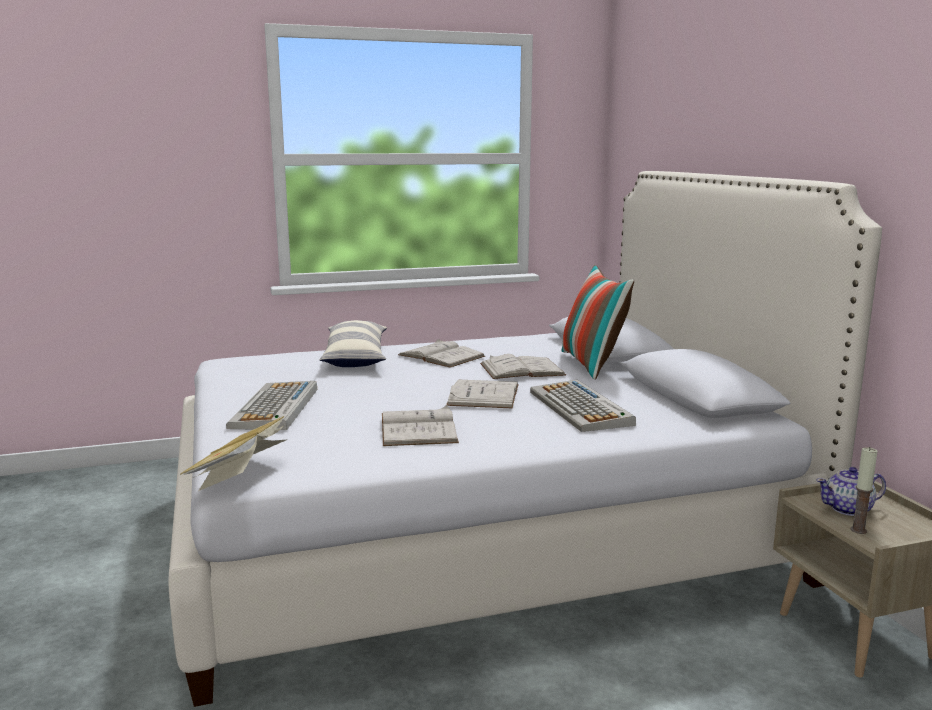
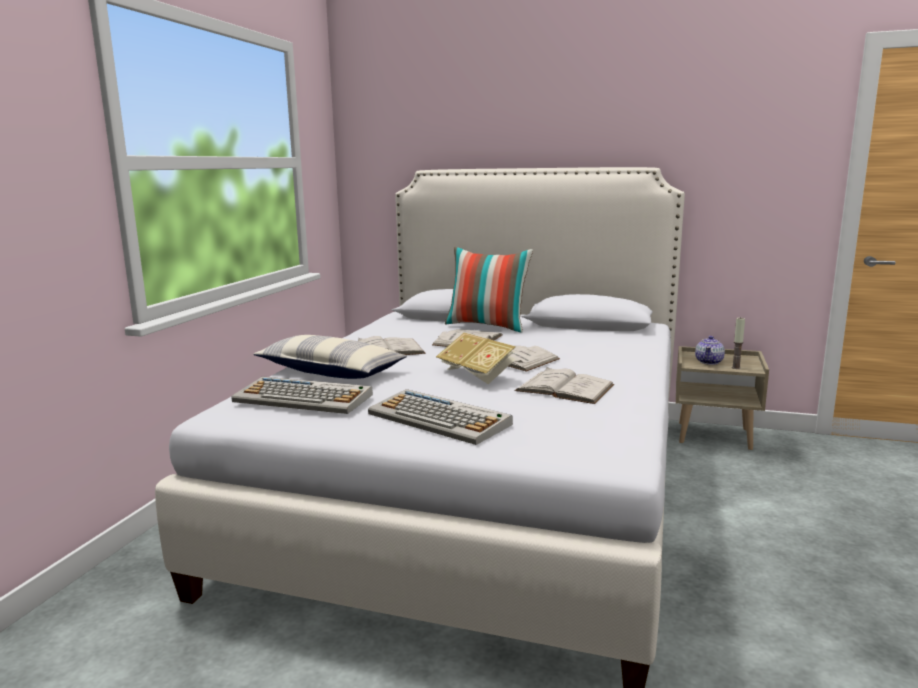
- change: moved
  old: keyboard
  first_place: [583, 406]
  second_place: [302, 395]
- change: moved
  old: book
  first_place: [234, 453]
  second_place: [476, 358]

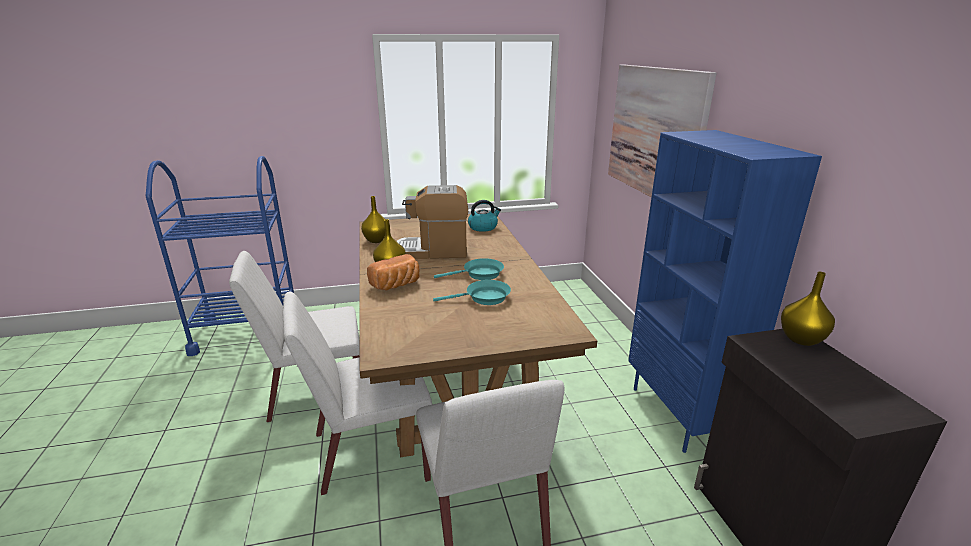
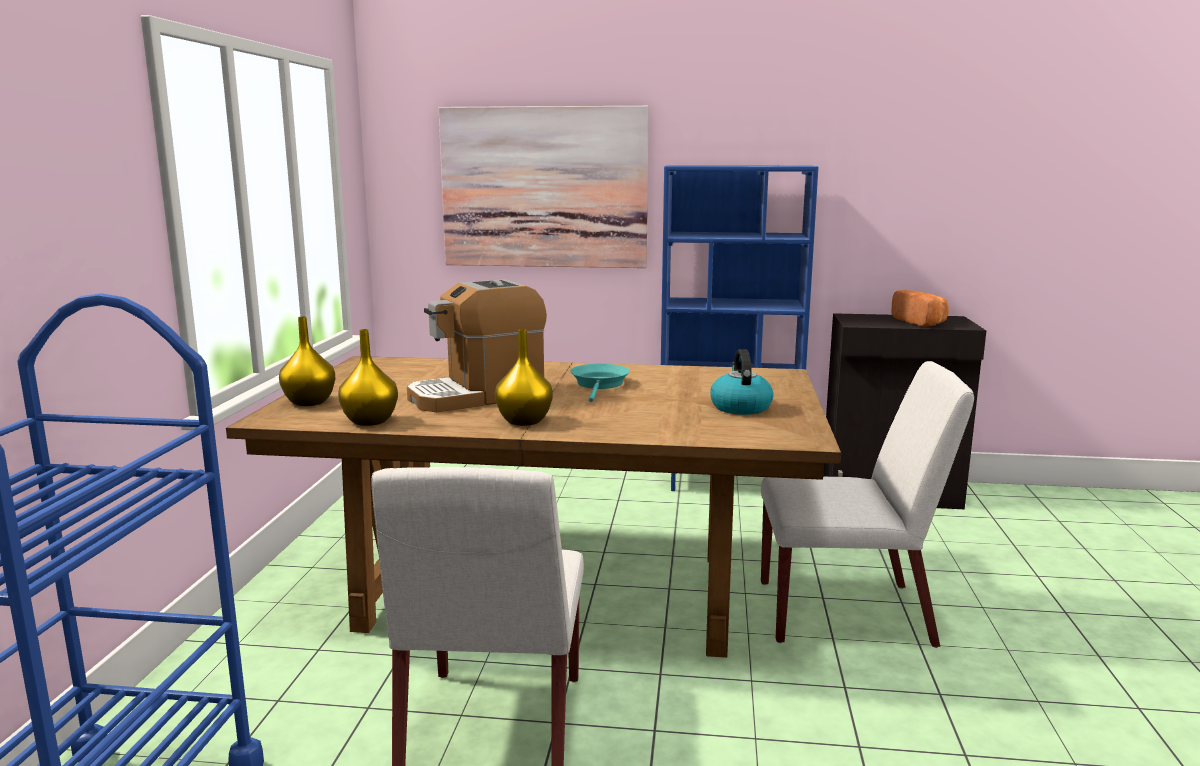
- change: moved
  old: yellow_vase
  first_place: [808, 309]
  second_place: [307, 361]
- change: turned
  old: coffee_machine
  first_place: [432, 222]
  second_place: [477, 345]
  degrees: 45
- change: moved
  old: kettle
  first_place: [484, 216]
  second_place: [742, 382]
- change: moved
  old: bread
  first_place: [393, 272]
  second_place: [920, 308]
- change: removed
  old: white_chair
  first_place: [357, 393]
- change: removed
  old: turquoise_frying_pan
  first_place: [472, 292]

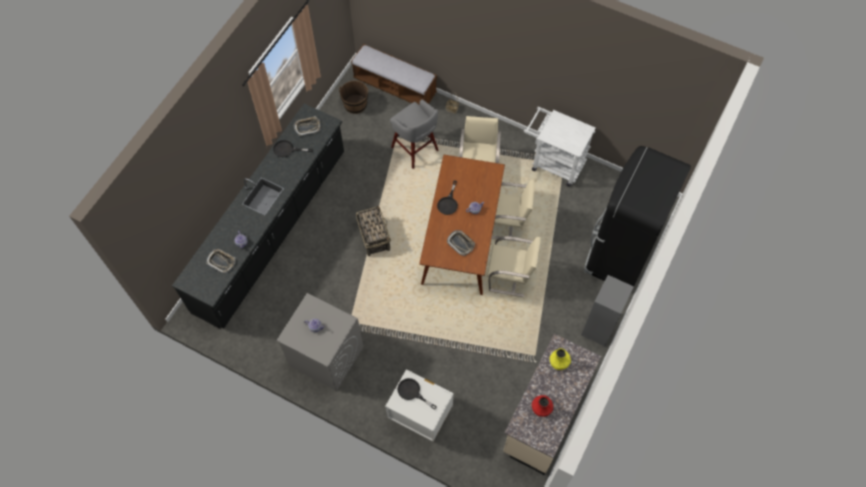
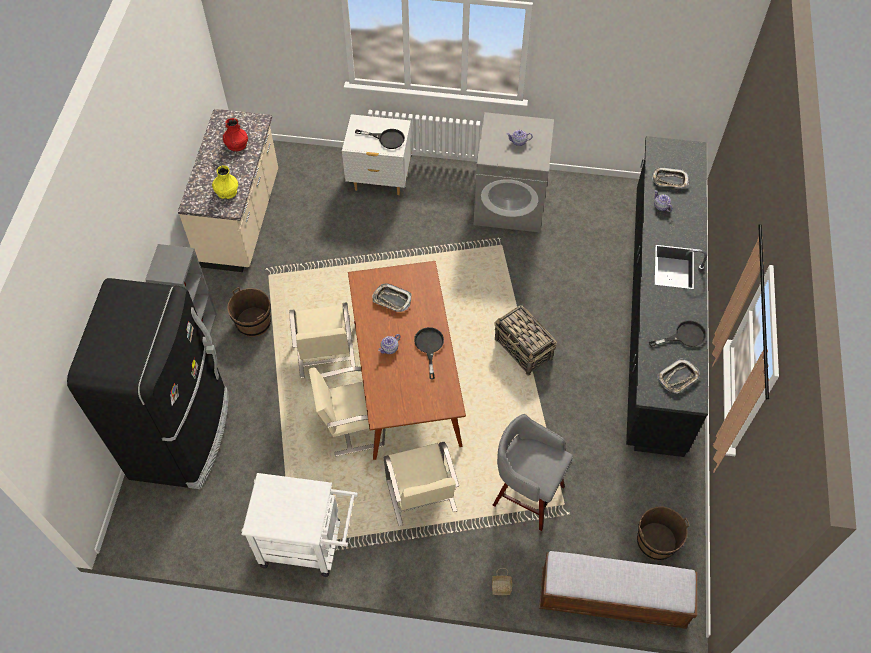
- change: added
  new: brown_bucket
  second_place: [249, 312]
- change: turned
  old: beige_chair
  first_place: [514, 266]
  second_place: [322, 340]
  degrees: -90

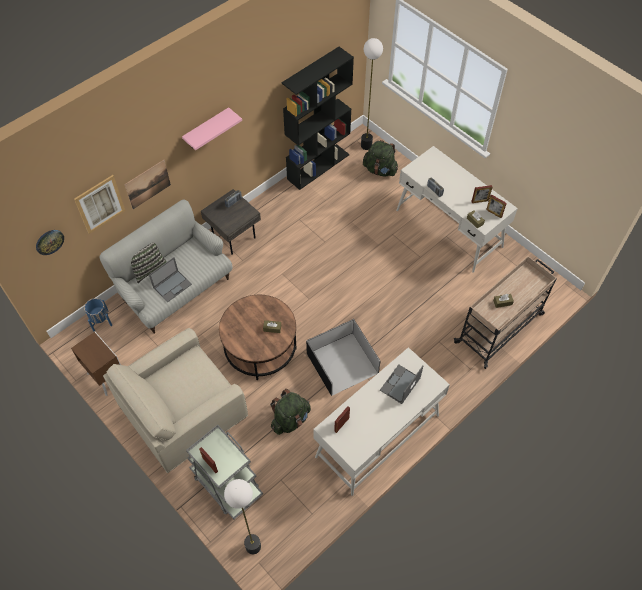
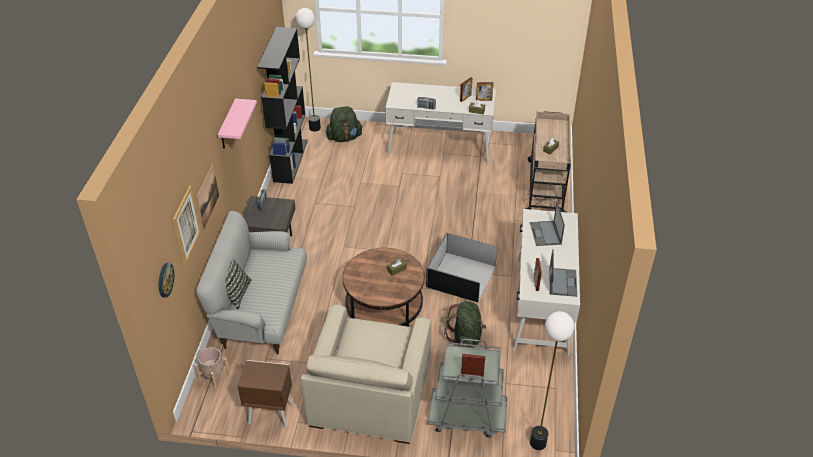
- change: recoloured
  old: blue_planter
  new: beige_planter
  first_place: [98, 314]
  second_place: [212, 368]
- change: moved
  old: laptop
  first_place: [170, 280]
  second_place: [563, 273]

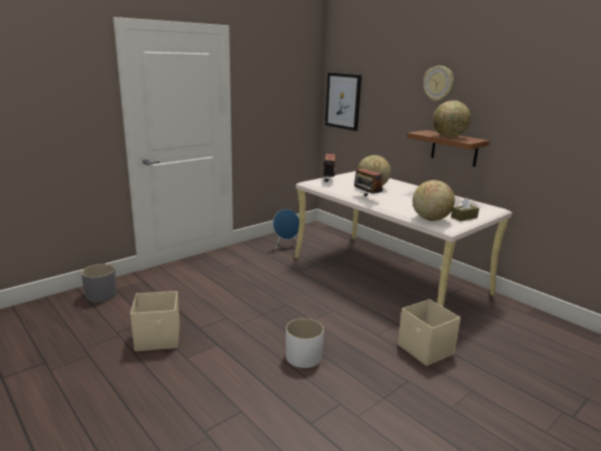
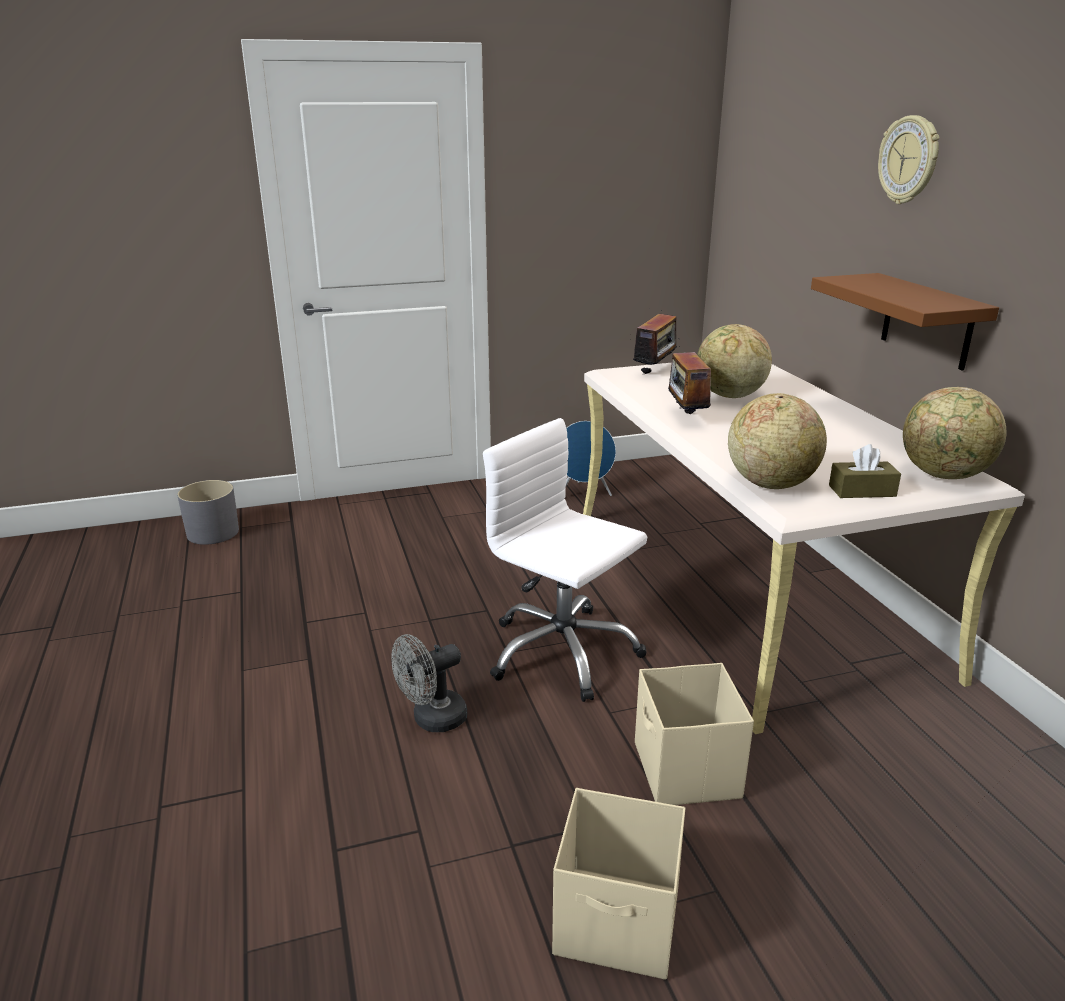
- change: replaced
  old: white_planter
  new: grey_fan
  first_place: [305, 343]
  second_place: [429, 683]
- change: added
  new: white_office_chair
  second_place: [565, 560]
- change: moved
  old: beige_storage_box
  first_place: [155, 321]
  second_place: [618, 884]
- change: moved
  old: globe
  first_place: [452, 118]
  second_place: [954, 433]
- change: removed
  old: picture
  first_place: [343, 102]

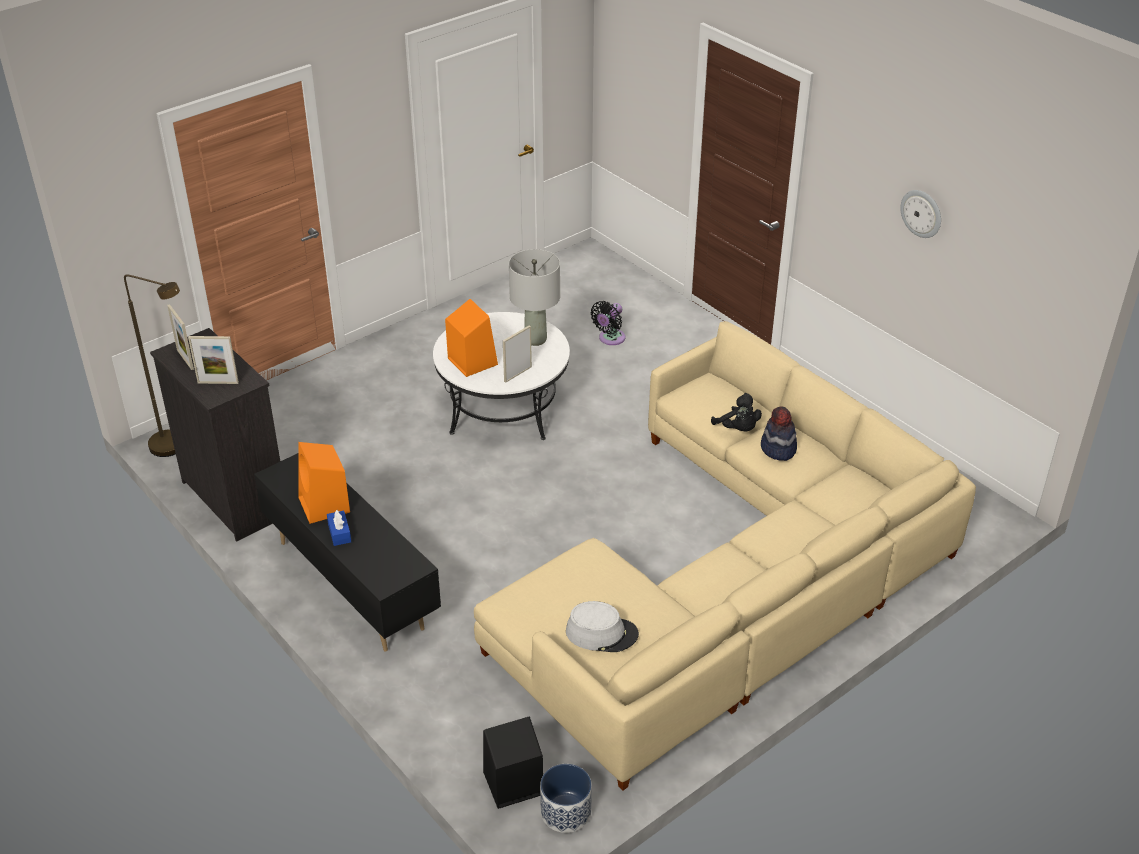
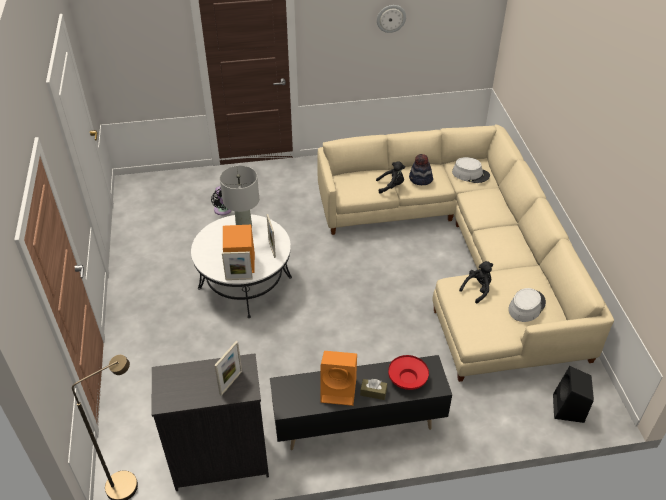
- change: moved
  old: picture_frame
  first_place: [180, 337]
  second_place: [237, 265]
- change: recoloured
  old: blue_tissue_box
  new: brown_tissue_box
  first_place: [339, 528]
  second_place: [373, 389]
- change: added
  new: red_bowl
  second_place: [408, 372]
- change: added
  new: grey_hat
  second_place: [471, 170]
- change: added
  new: black_plush_toy
  second_place: [476, 282]
- change: removed
  old: planter
  first_place: [566, 798]

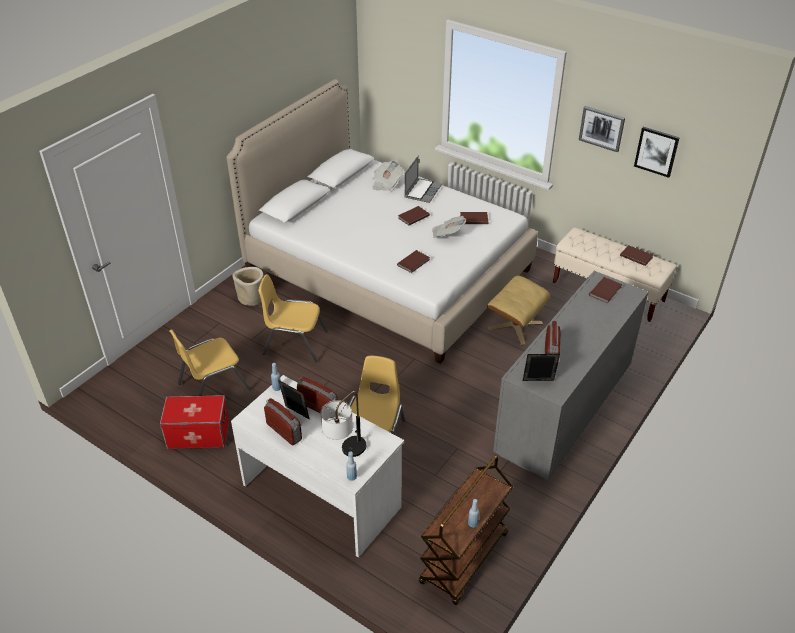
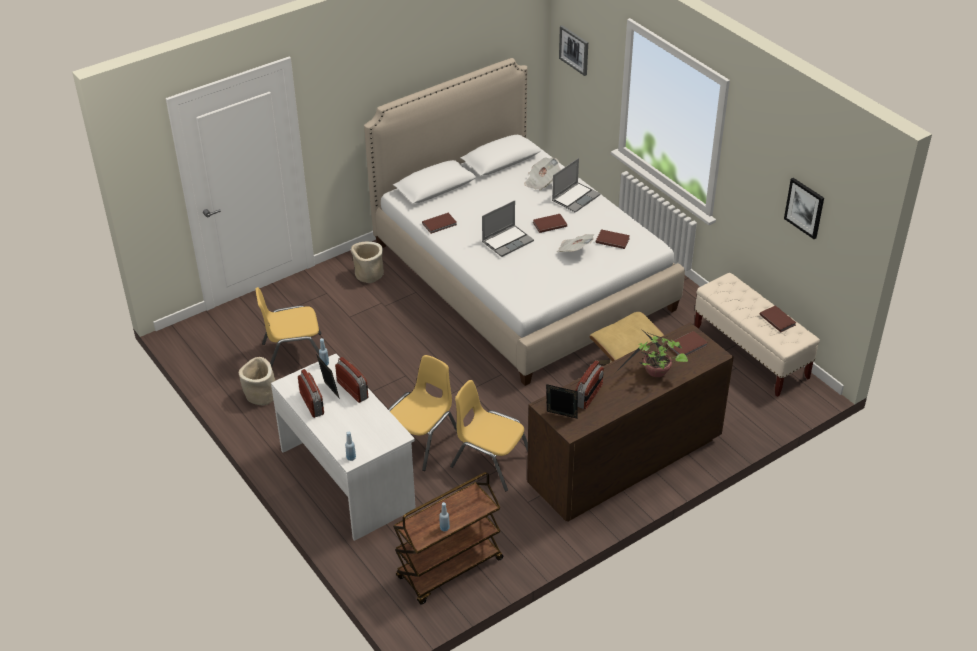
- change: replaced
  old: storage_box
  new: beige_planter
  first_place: [194, 422]
  second_place: [257, 381]
- change: moved
  old: brown_book
  first_place: [413, 261]
  second_place: [439, 223]
- change: moved
  old: yellow_chair
  first_place: [293, 318]
  second_place: [489, 435]
- change: added
  new: laptop
  second_place: [508, 228]
- change: recoloured
  old: grey_dresser
  new: brown_dresser
  first_place: [571, 375]
  second_place: [630, 422]
- change: moved
  old: picture
  first_place: [602, 129]
  second_place: [573, 50]
- change: added
  new: potted_plant
  second_place: [650, 354]
- change: removed
  old: table_lamp
  first_place: [343, 424]

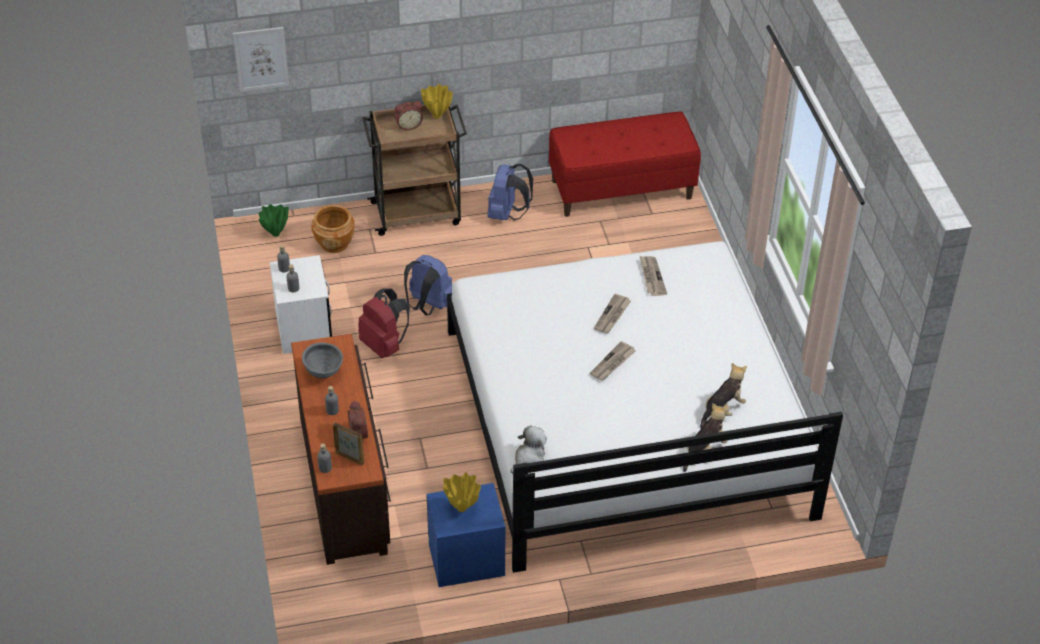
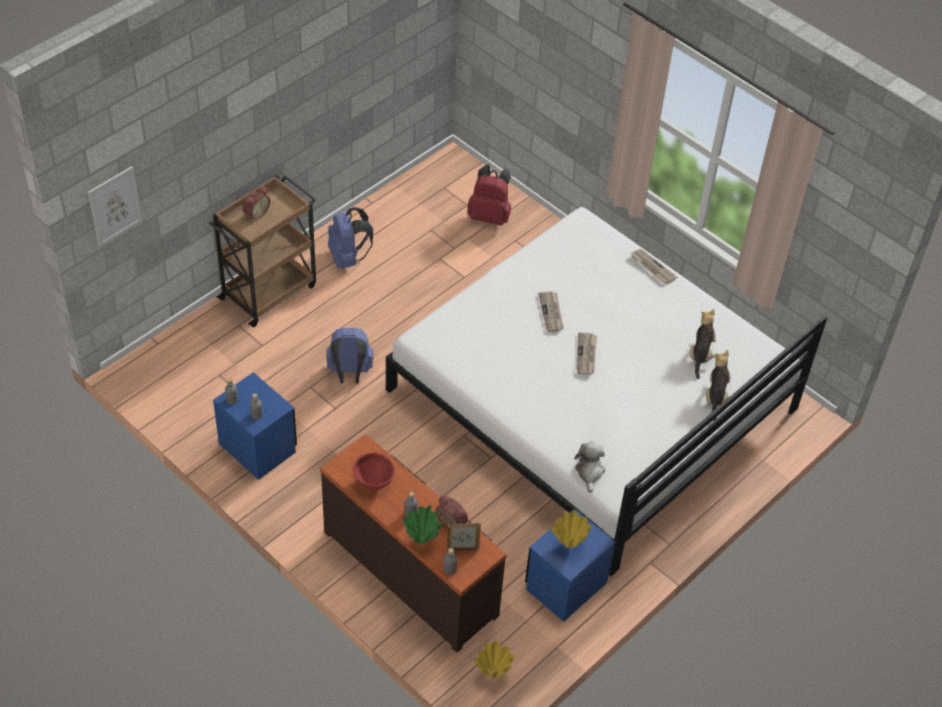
- change: recoloured
  old: white_nightstand
  new: blue_nightstand
  first_place: [301, 304]
  second_place: [255, 426]
- change: recoloured
  old: grey_bowl
  new: red_bowl
  first_place: [322, 360]
  second_place: [374, 471]
- change: moved
  old: green_vase
  first_place: [273, 220]
  second_place: [422, 524]
- change: moved
  old: red_backpack
  first_place: [384, 323]
  second_place: [489, 195]
- change: moved
  old: yellow_vase
  first_place: [437, 101]
  second_place: [494, 659]
- change: moved
  old: newspaper
  first_place: [653, 276]
  second_place: [653, 266]
- change: removed
  old: brown_planter
  first_place: [333, 229]
- change: removed
  old: red_bench
  first_place: [625, 164]

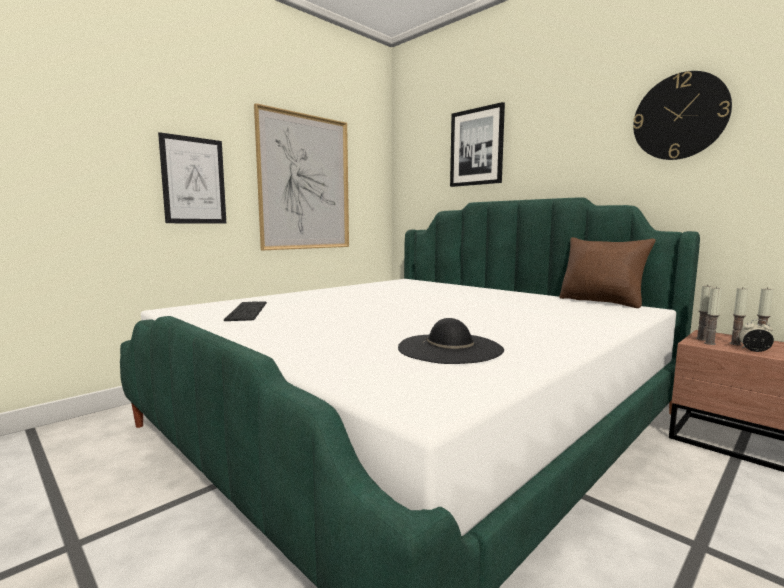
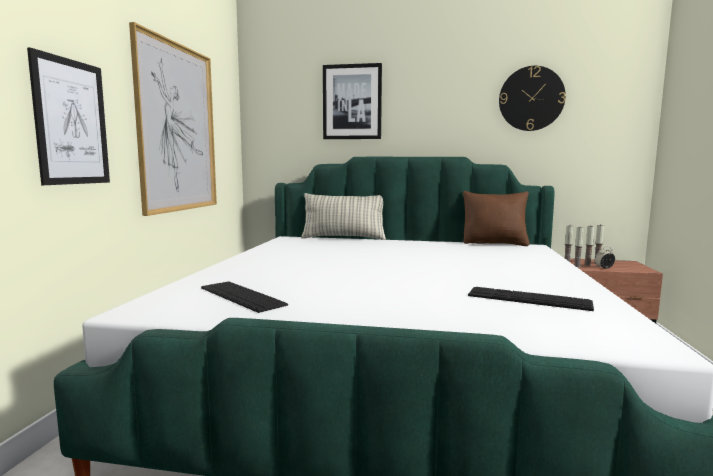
- change: added
  new: pillow
  second_place: [343, 216]
- change: replaced
  old: black_hat
  new: keyboard
  first_place: [451, 341]
  second_place: [531, 299]

